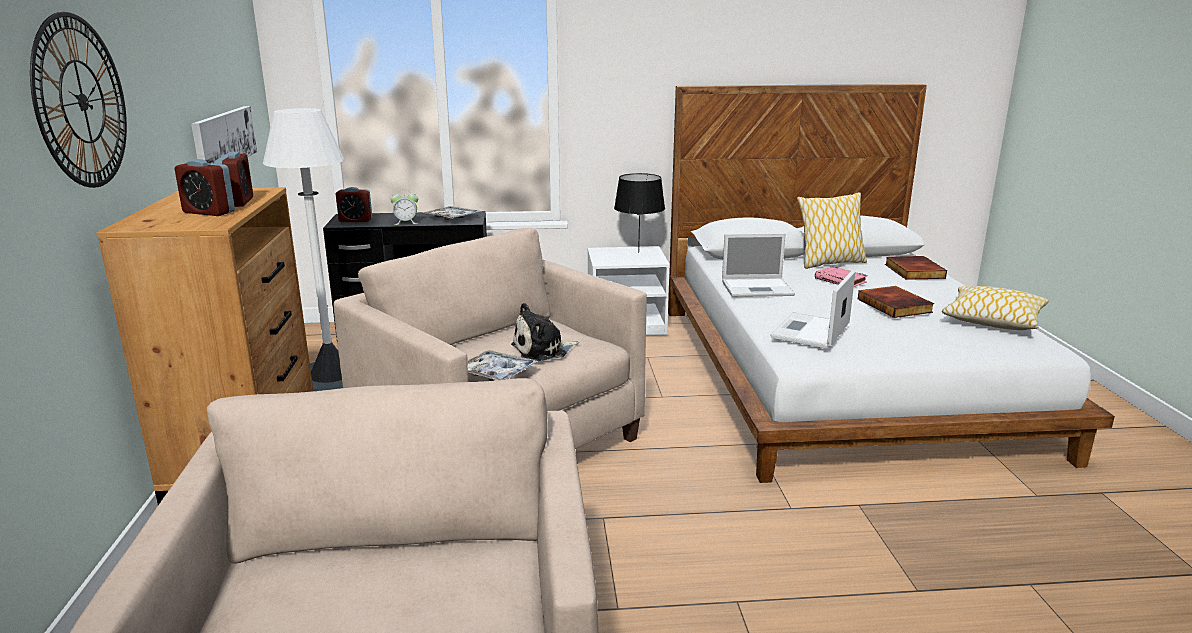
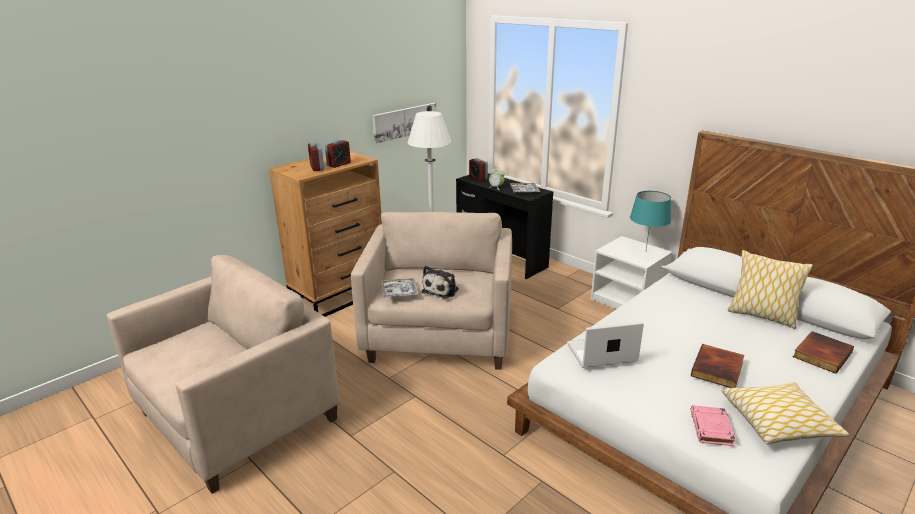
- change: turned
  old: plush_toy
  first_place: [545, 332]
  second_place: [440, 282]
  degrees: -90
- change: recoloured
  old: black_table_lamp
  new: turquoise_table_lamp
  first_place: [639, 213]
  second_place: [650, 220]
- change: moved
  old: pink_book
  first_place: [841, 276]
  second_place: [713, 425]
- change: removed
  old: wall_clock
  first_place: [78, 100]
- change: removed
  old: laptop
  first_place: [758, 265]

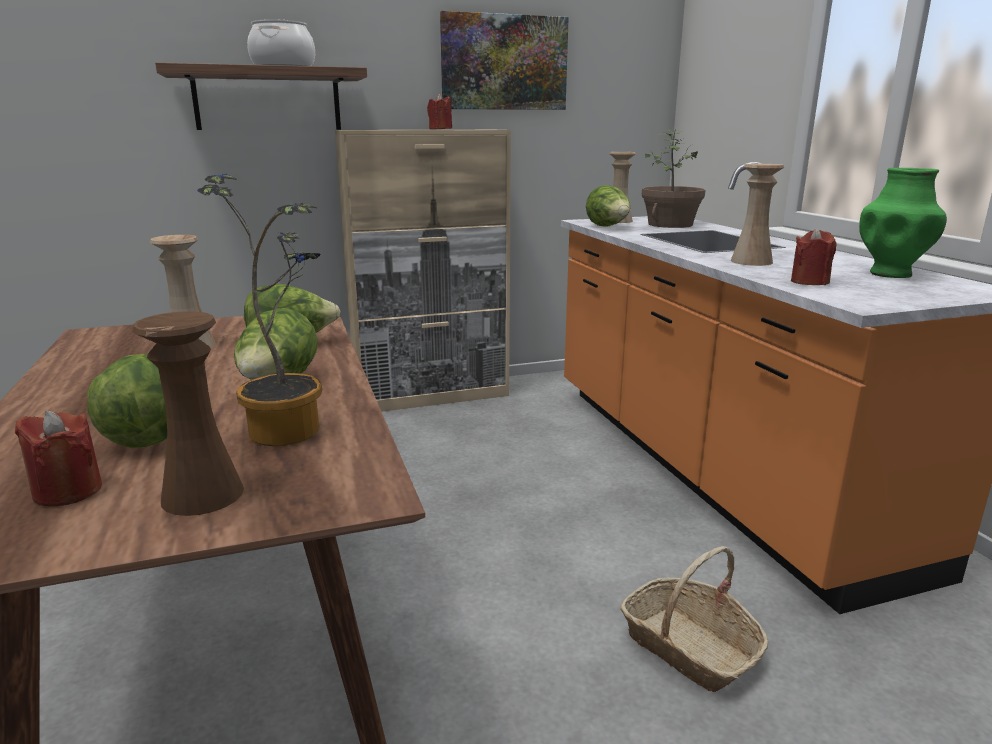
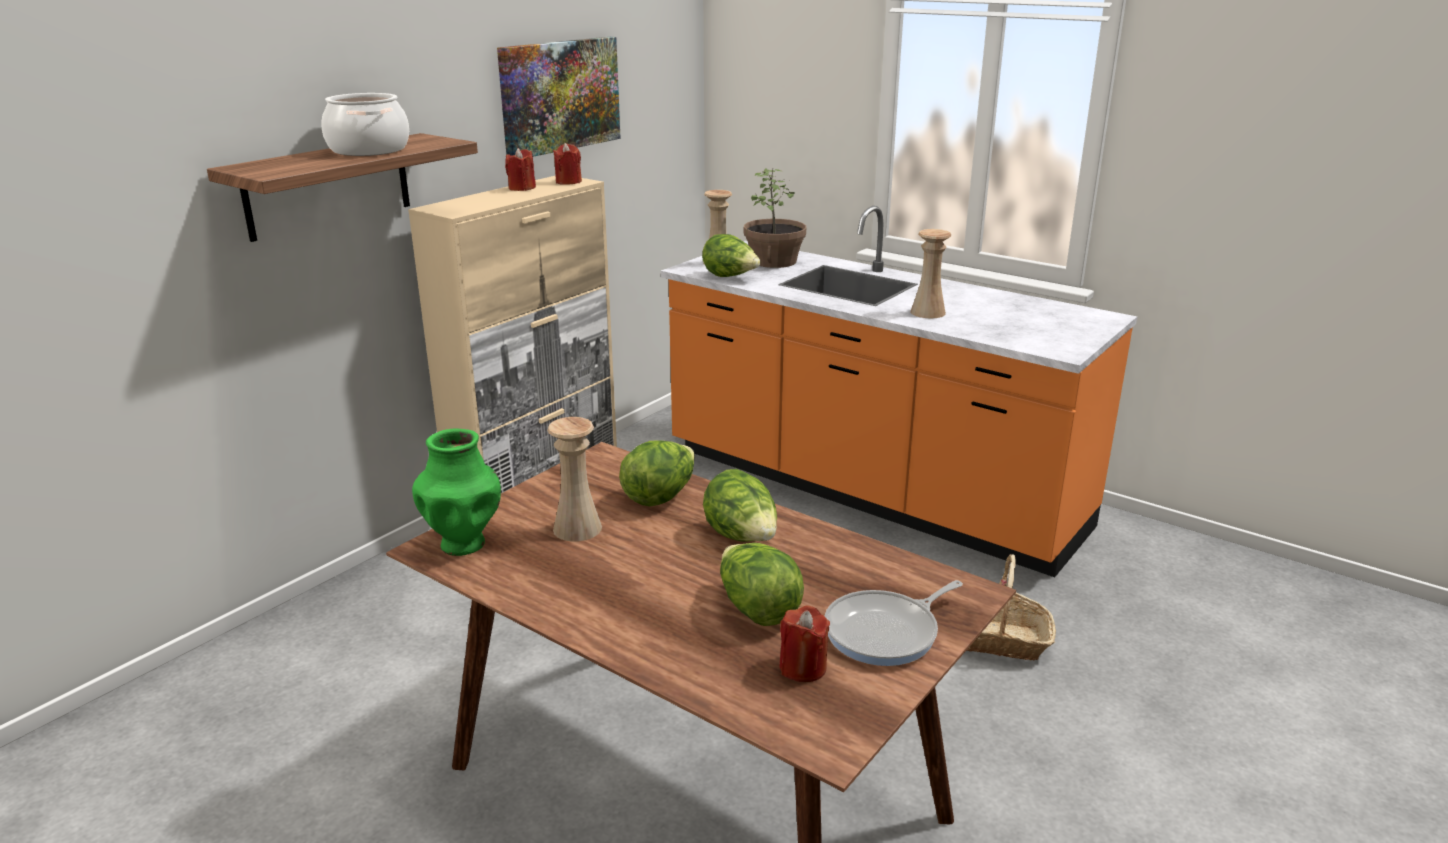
- change: moved
  old: green_vase
  first_place: [903, 223]
  second_place: [456, 492]
- change: moved
  old: red_candle
  first_place: [814, 256]
  second_place: [567, 164]
- change: replaced
  old: brown_vase
  new: frying_pan
  first_place: [188, 413]
  second_place: [893, 623]
- change: removed
  old: potted_plant
  first_place: [259, 309]

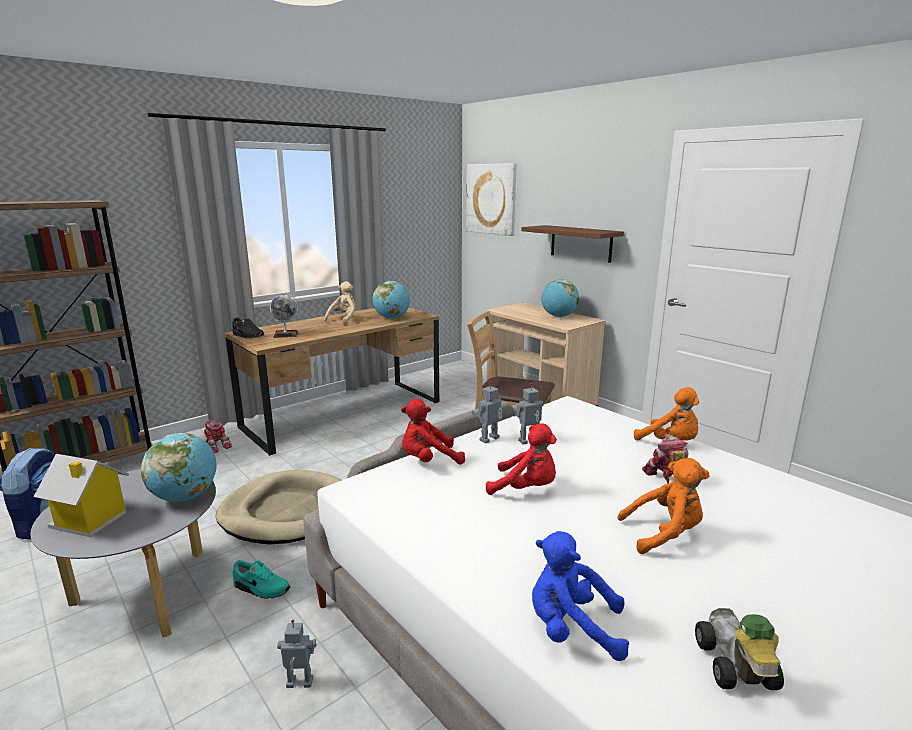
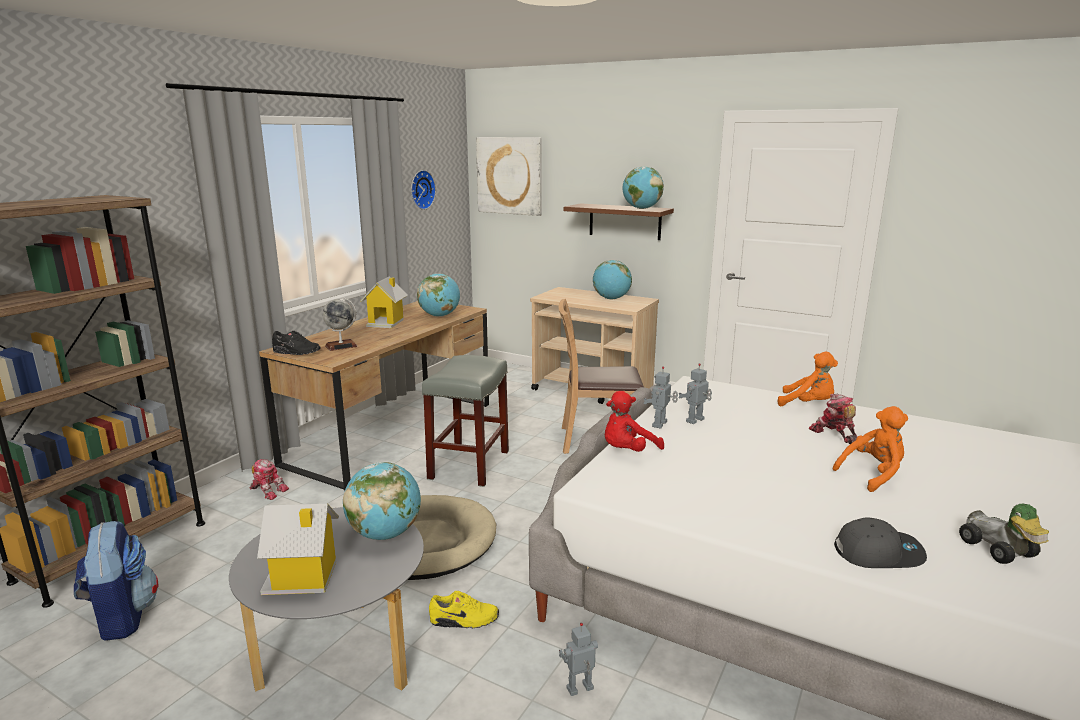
- change: replaced
  old: beige_plush_toy
  new: toy_house
  first_place: [340, 303]
  second_place: [384, 302]
- change: added
  new: wall_clock
  second_place: [423, 190]
- change: added
  new: grey_stool
  second_place: [465, 421]
- change: recoloured
  old: turquoise_shoe
  new: yellow_shoe
  first_place: [262, 579]
  second_place: [464, 609]
- change: added
  new: globe
  second_place: [643, 187]
- change: replaced
  old: blue_plush_toy
  new: grey_cap
  first_place: [580, 596]
  second_place: [880, 542]
- change: removed
  old: red_plush_toy
  first_place: [521, 459]

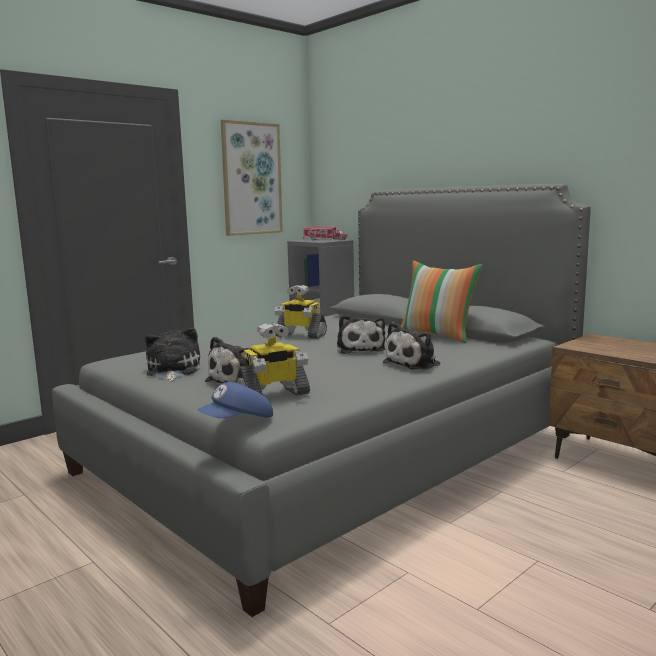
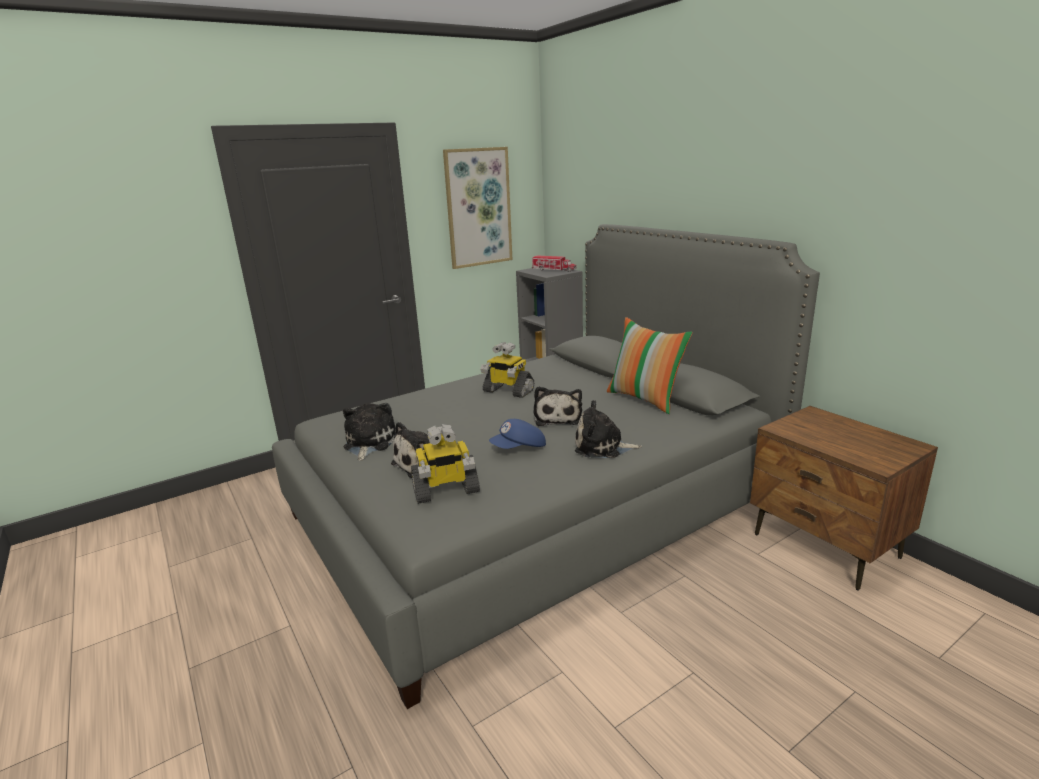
- change: moved
  old: blue_cap
  first_place: [235, 400]
  second_place: [517, 434]
- change: turned
  old: plush_toy
  first_place: [411, 346]
  second_place: [608, 429]
  degrees: 45

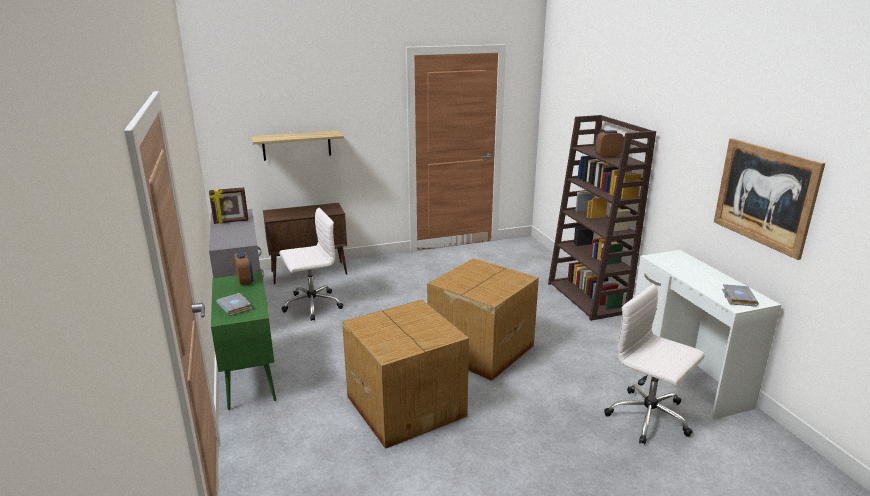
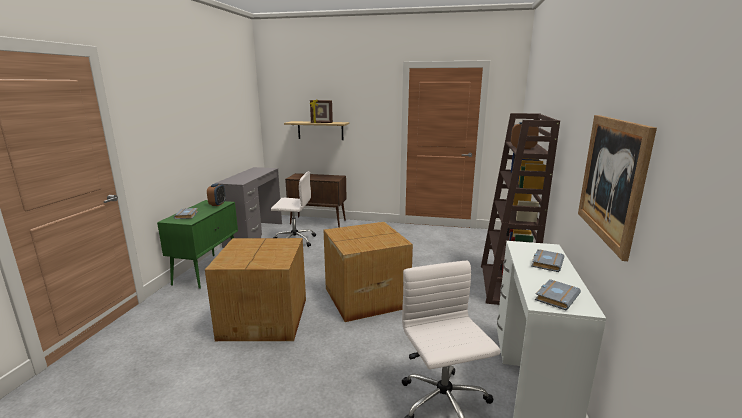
- change: moved
  old: picture_frame
  first_place: [228, 205]
  second_place: [321, 111]
- change: added
  new: grey_book
  second_place: [547, 260]

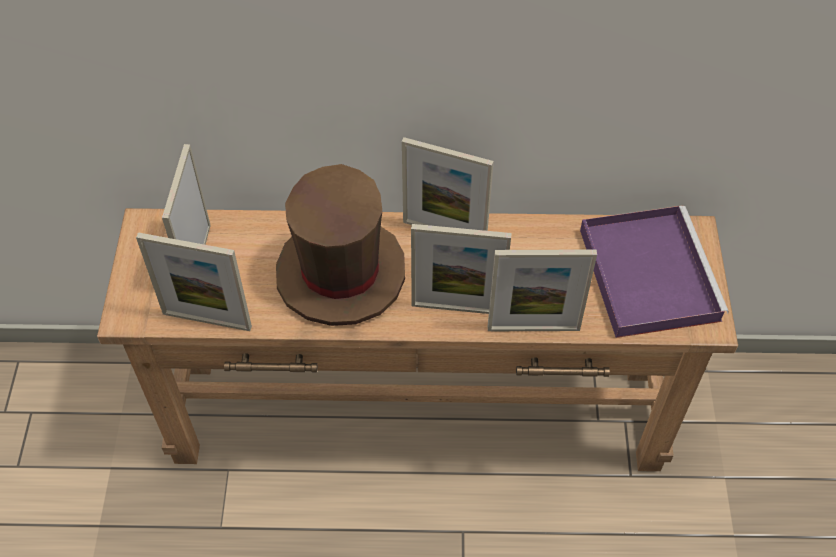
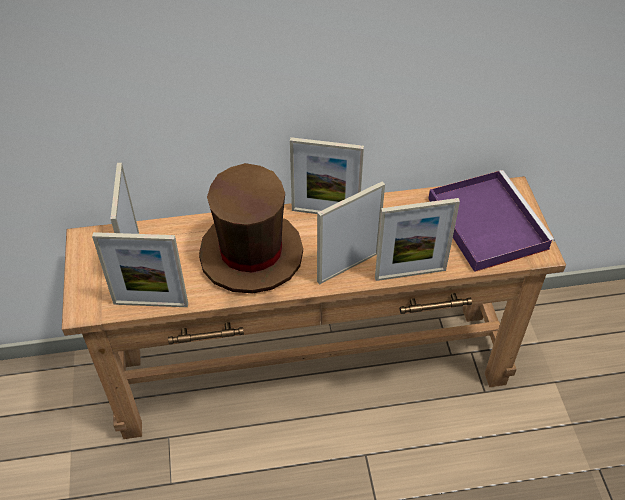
- change: turned
  old: picture_frame
  first_place: [461, 269]
  second_place: [351, 233]
  degrees: 150

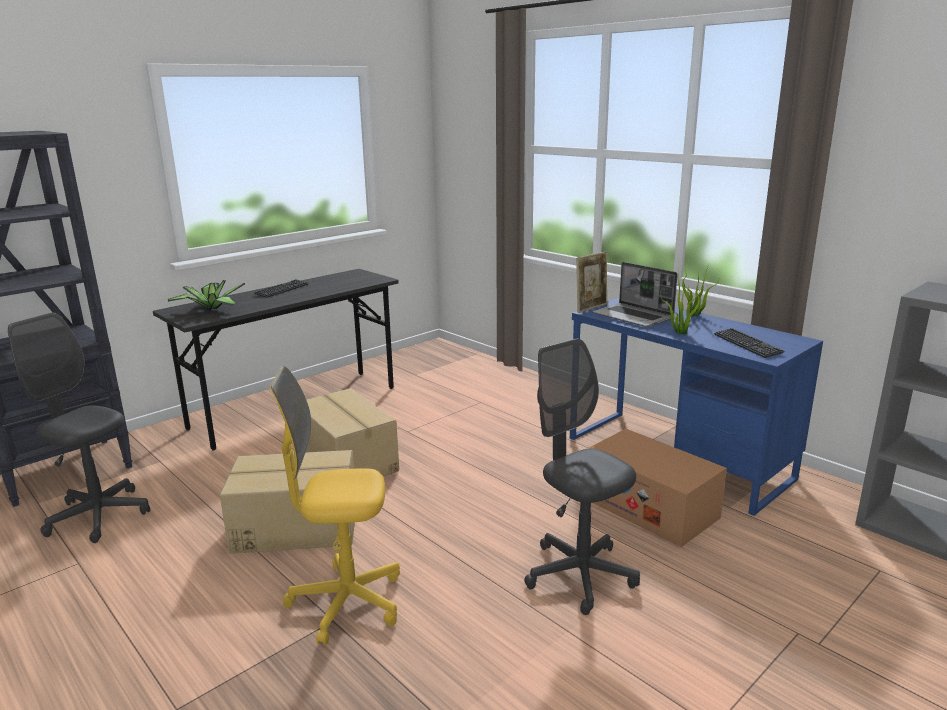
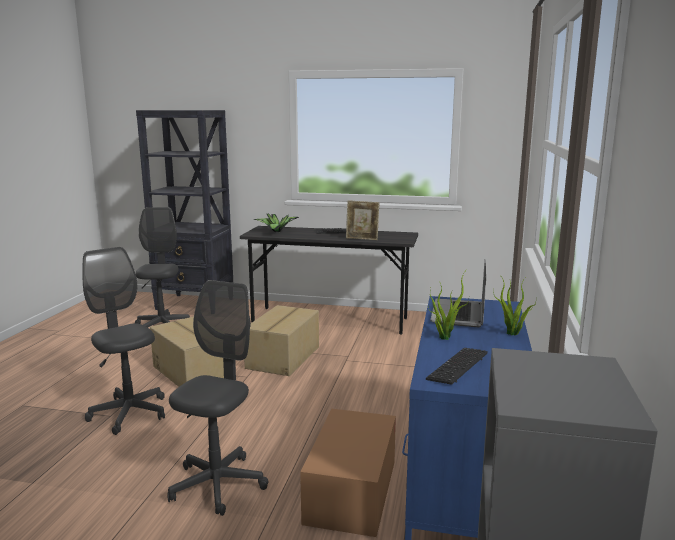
- change: recoloured
  old: yellow_office_chair
  new: grey_office_chair
  first_place: [335, 505]
  second_place: [123, 341]
- change: moved
  old: picture_frame
  first_place: [591, 282]
  second_place: [362, 220]

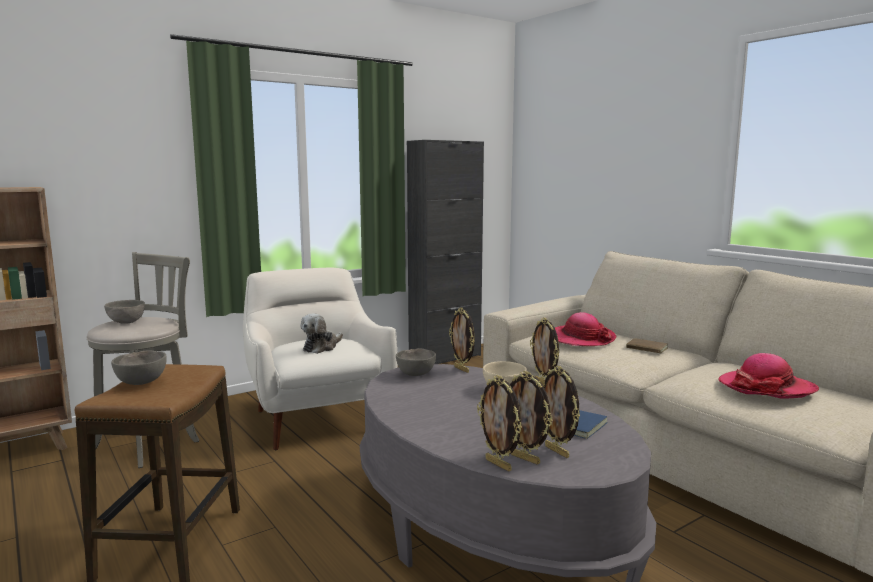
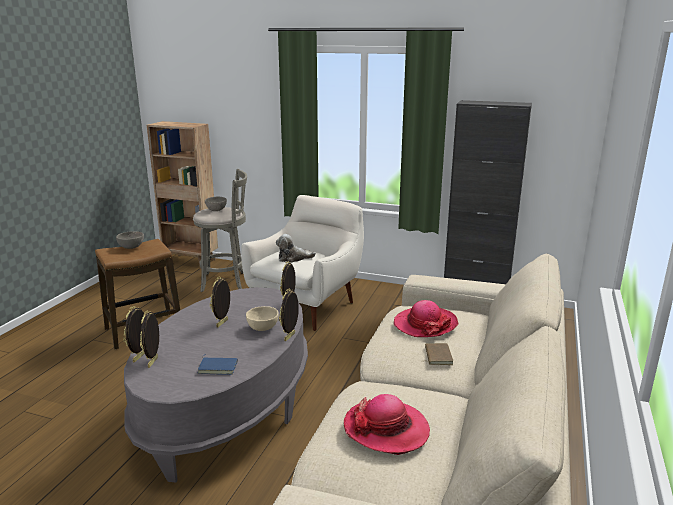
- change: moved
  old: picture_frame
  first_place: [561, 411]
  second_place: [220, 302]
- change: removed
  old: grey_bowl
  first_place: [416, 362]

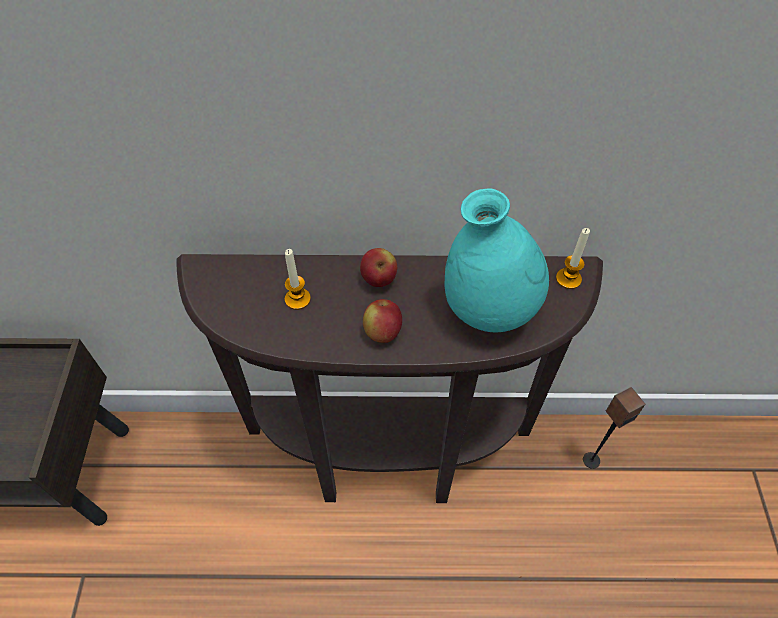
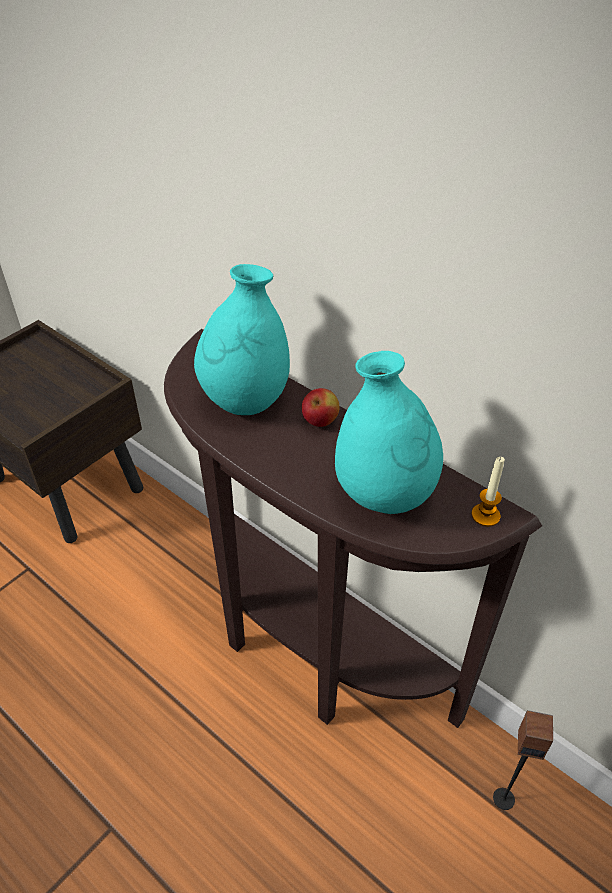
- change: replaced
  old: candle
  new: turquoise_vase
  first_place: [298, 279]
  second_place: [242, 339]
- change: removed
  old: apple
  first_place: [382, 321]

